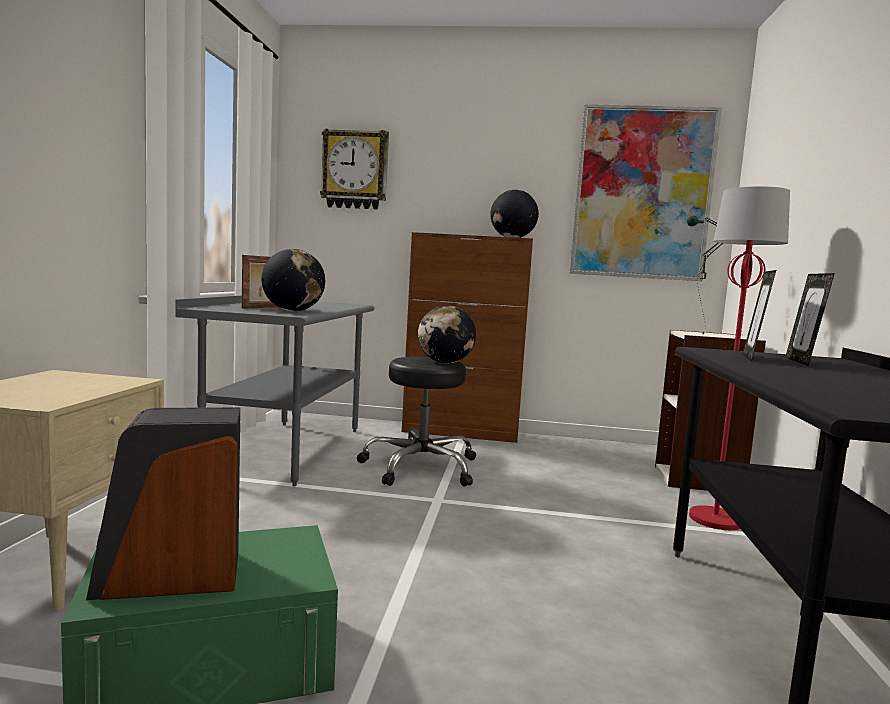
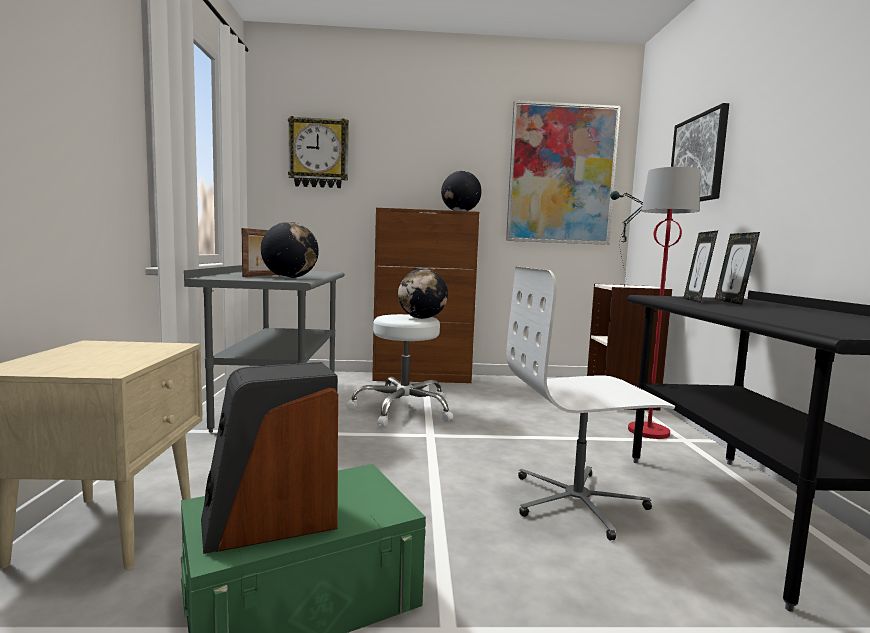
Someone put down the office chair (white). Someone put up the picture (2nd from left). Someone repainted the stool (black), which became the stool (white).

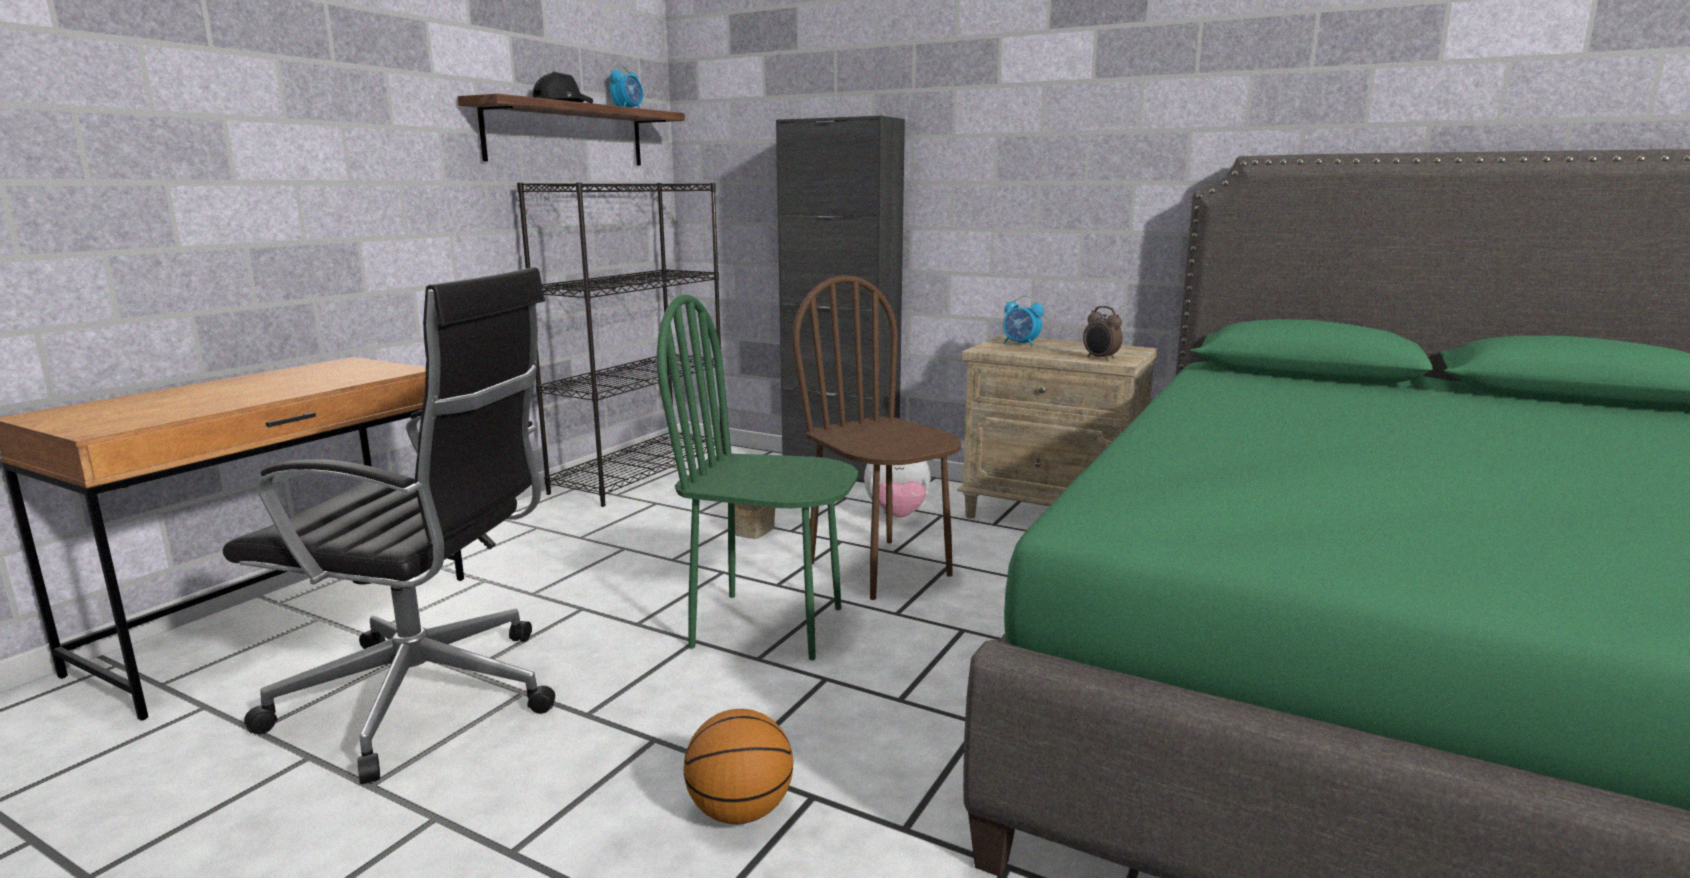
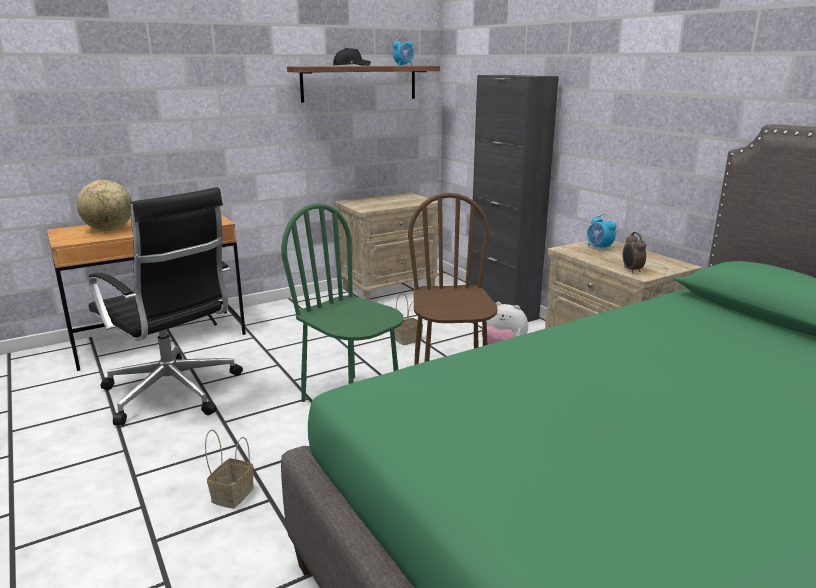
Someone put down the globe. Someone swapped the bookcase (black) for the nightstand (beige) (1st from left). Someone swapped the basketball for the basket (1st from left).

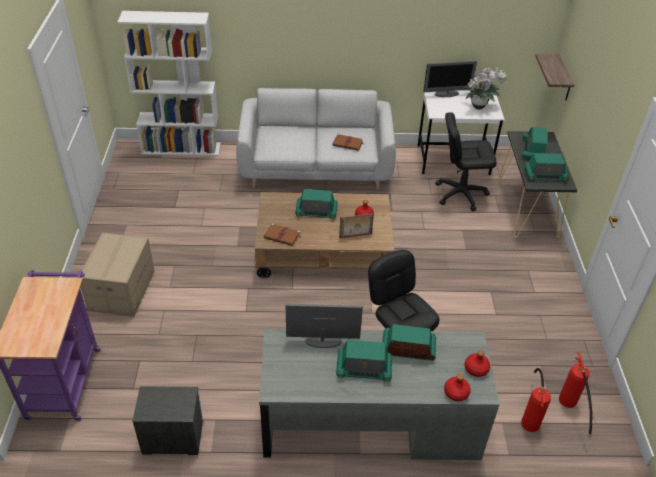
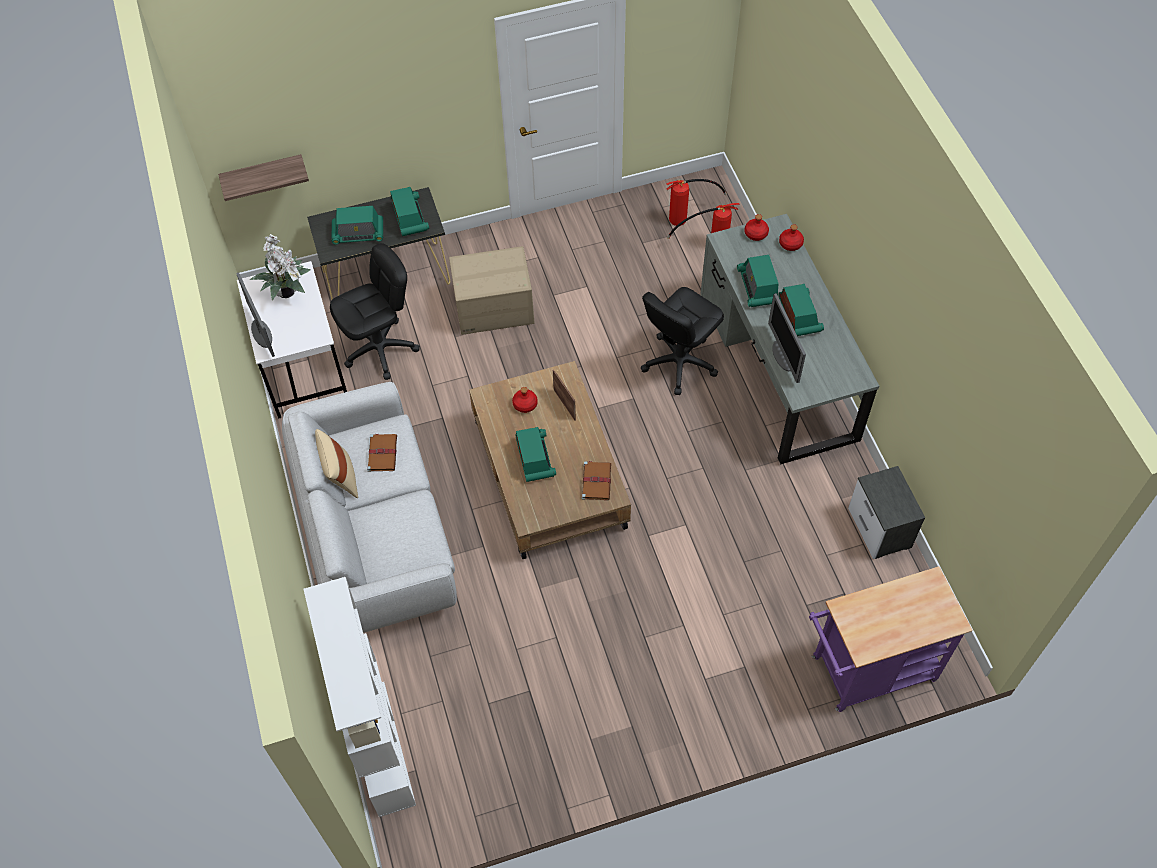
Someone put down the pillow (beige). Someone carried the cardboard box. Someone rotated the office chair (black) (2nd from left in the first image) by 105 degrees counterclockwise.

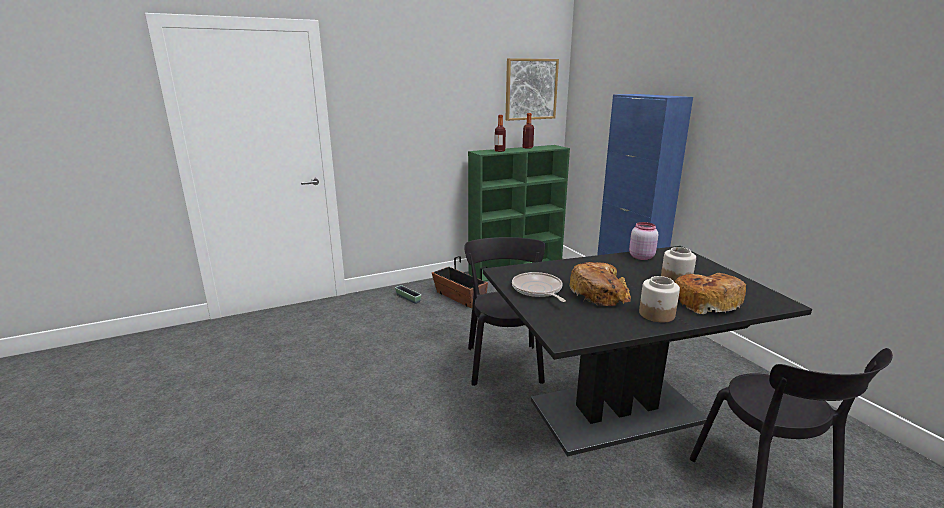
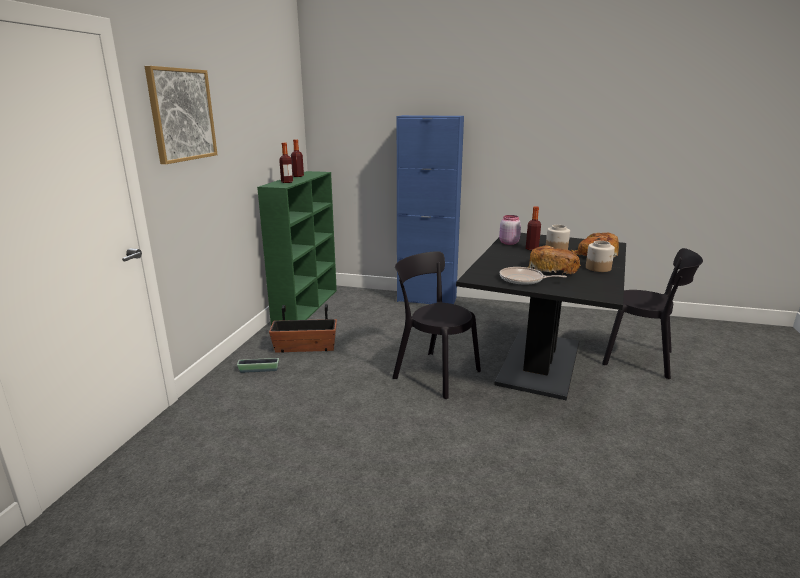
Someone put down the bottle (3rd from left). Someone carried the picture.

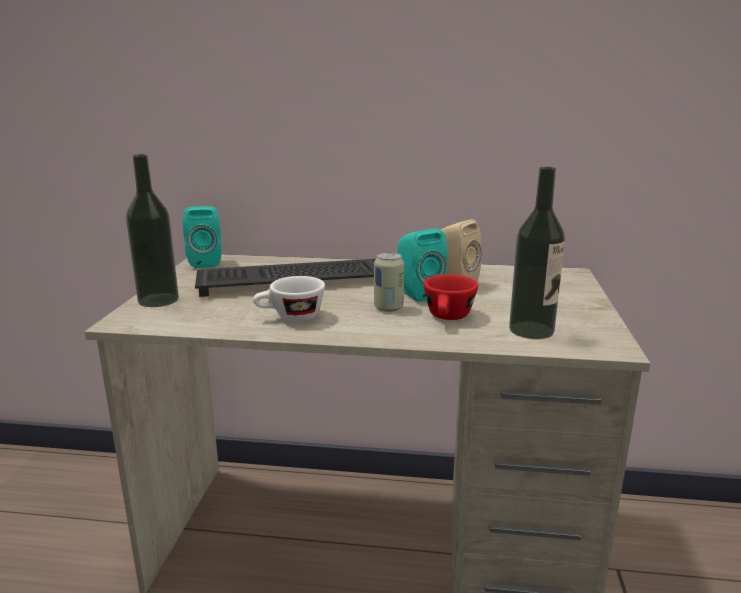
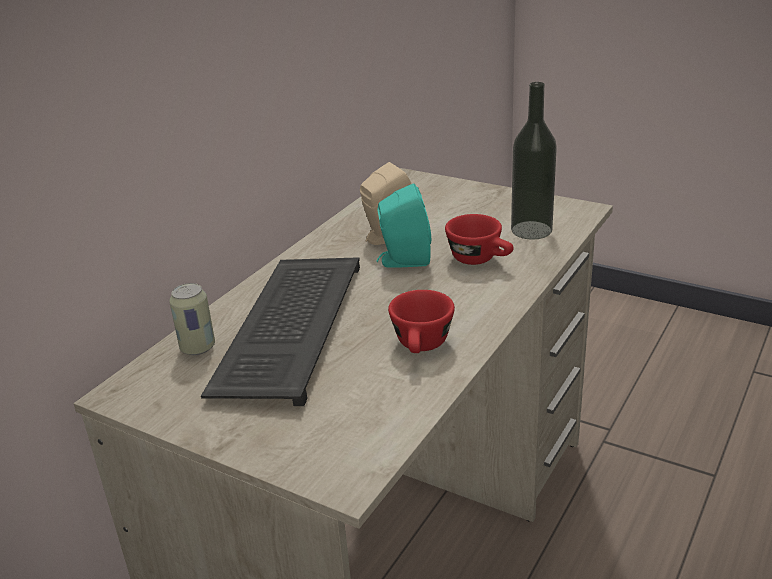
Someone took away the bottle (1st from left). Someone took away the speaker (turquoise) (1st from left). Someone carried the can. Someone repainted the cup (white), which became the cup (red) (1st from left).

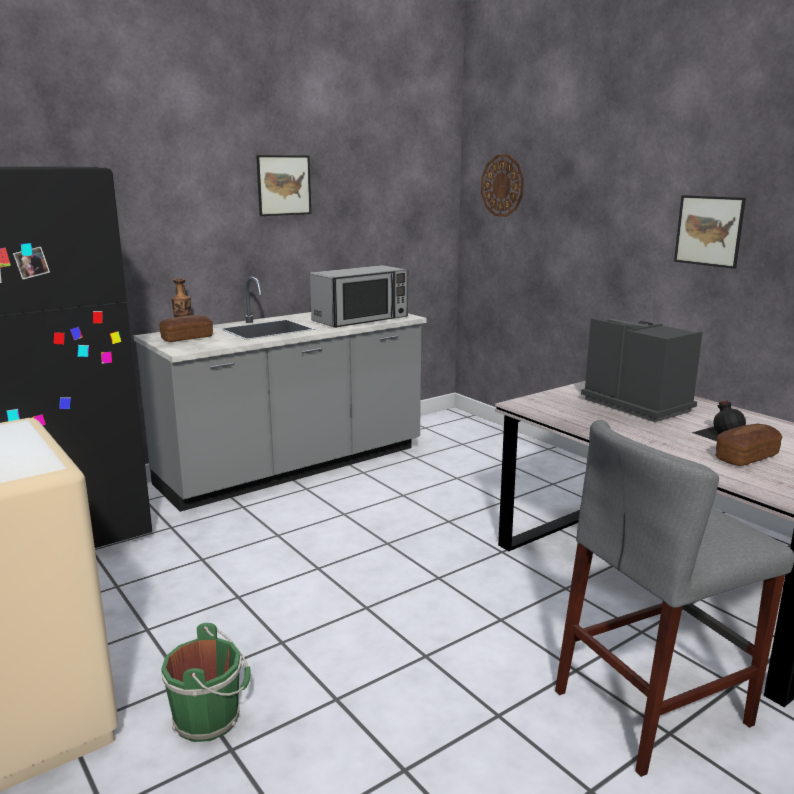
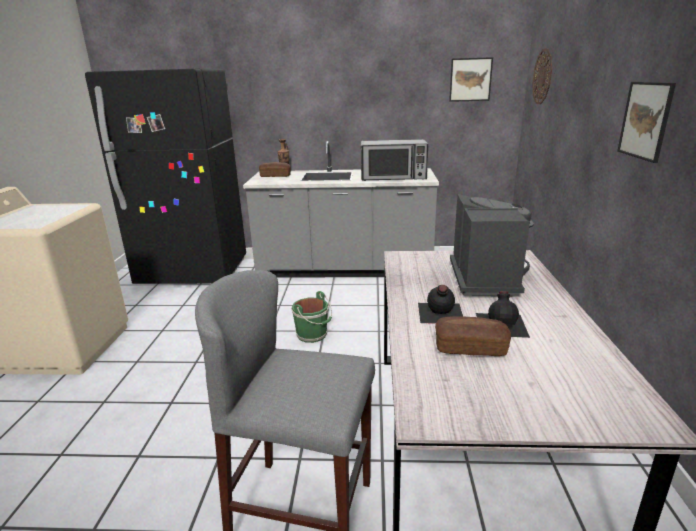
Someone put down the bottle (black) (1st from left). Someone carried the bucket (green). Someone carried the picture (1st from left).

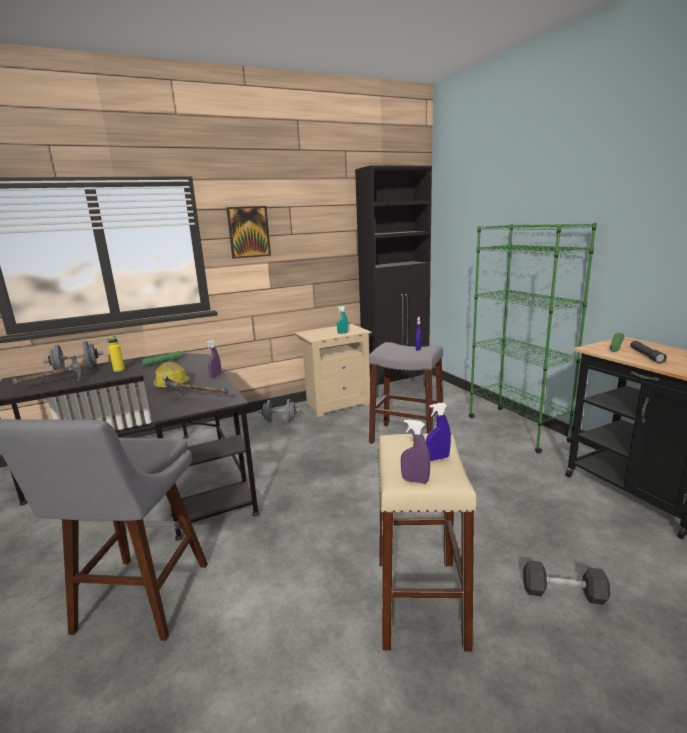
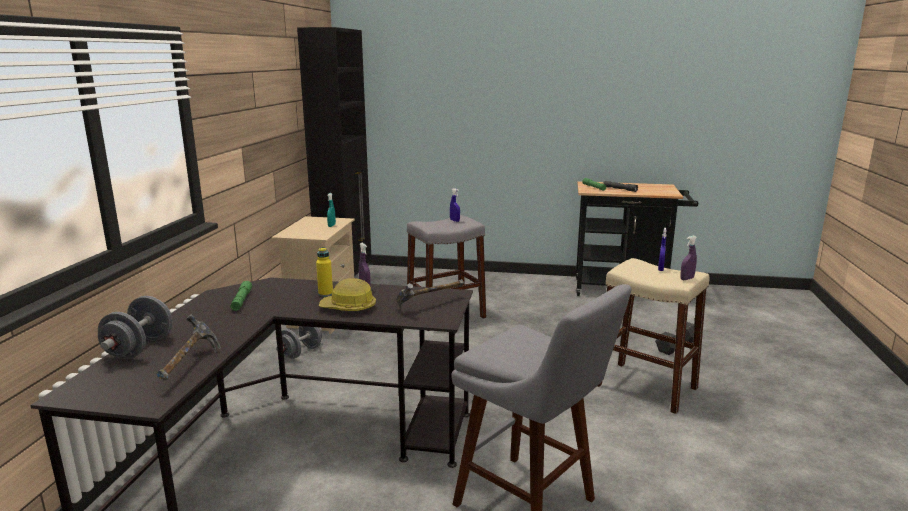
Someone took away the picture. Someone took away the bookcase (green). Someone carried the bottle (yellow).

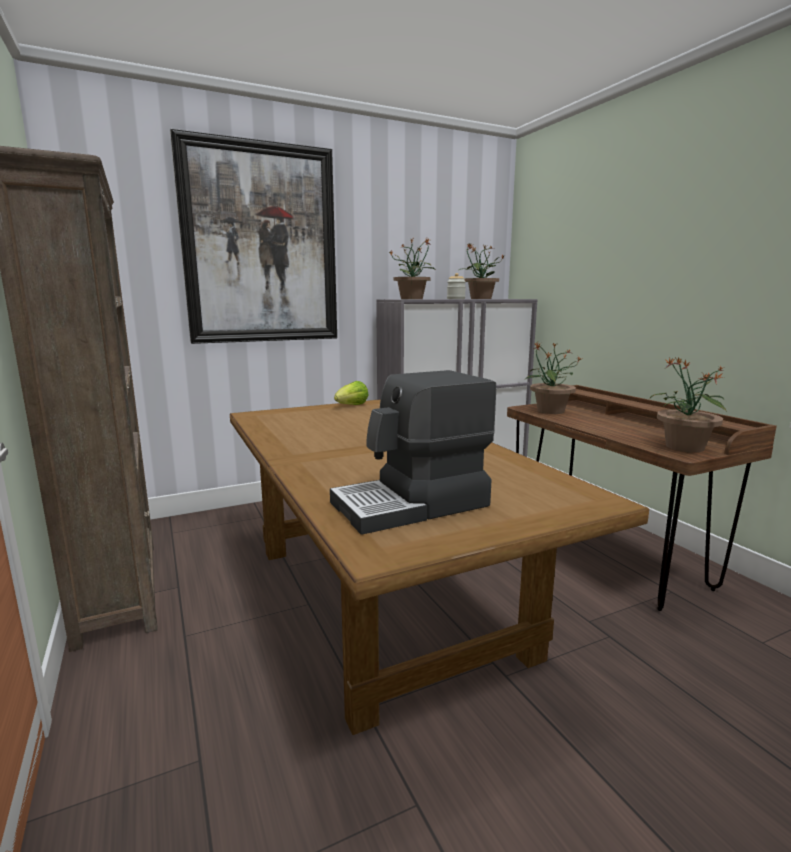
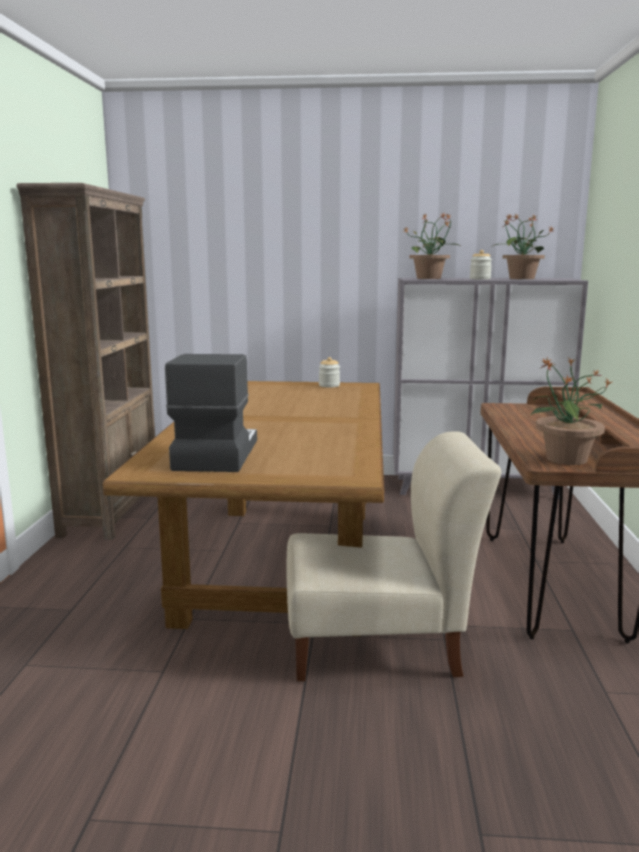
Someone took away the picture. Someone took away the potted plant (3rd from left). Someone put down the chair (beige). Someone swapped the lettuce for the jar (1st from left). Someone rotated the coffee machine by 90 degrees clockwise.

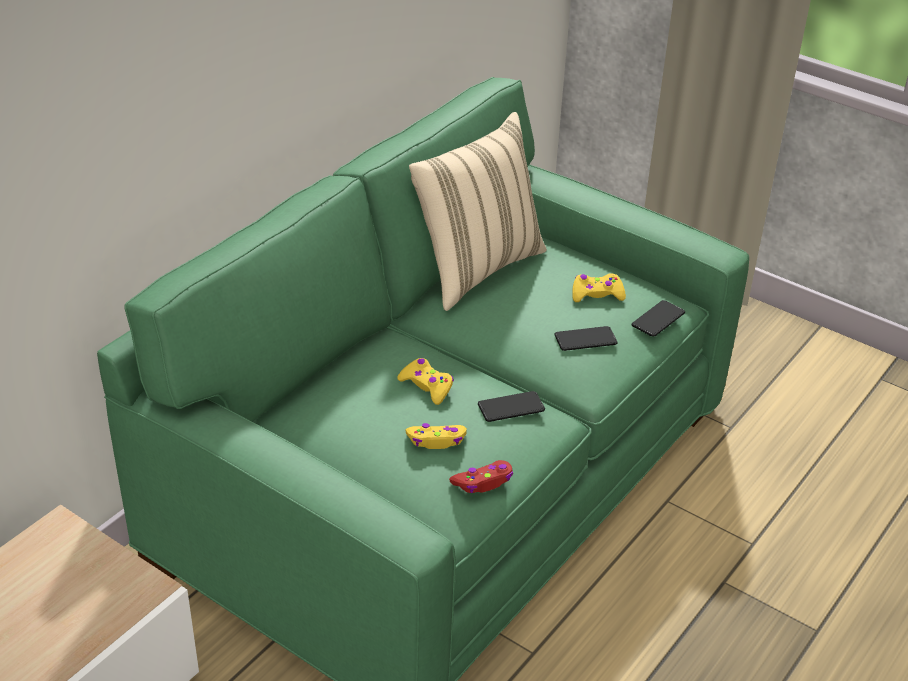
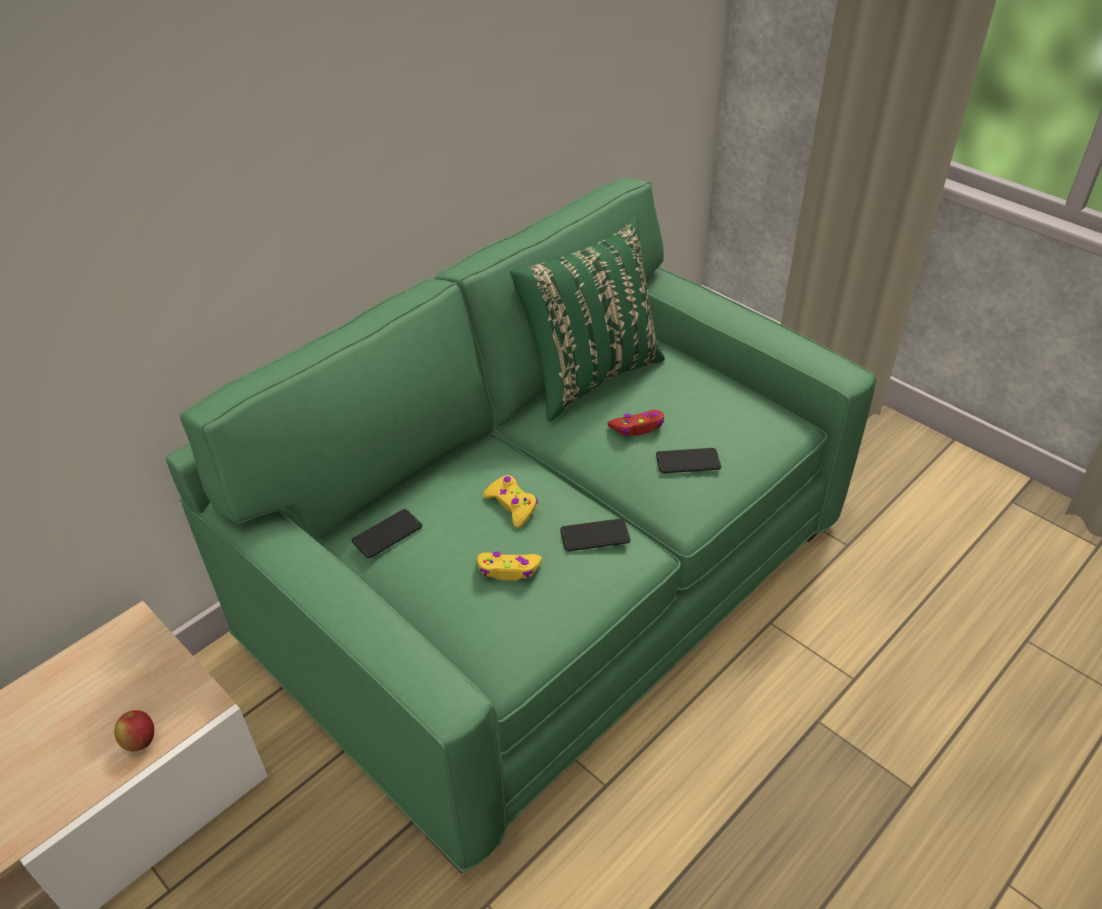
Someone took away the game controller (yellow) (3rd from left). Someone put down the apple. Someone carried the game controller (red). Someone carried the phone (3rd from left in the first image). Someone repainted the pillow (beige), which became the pillow (green).

